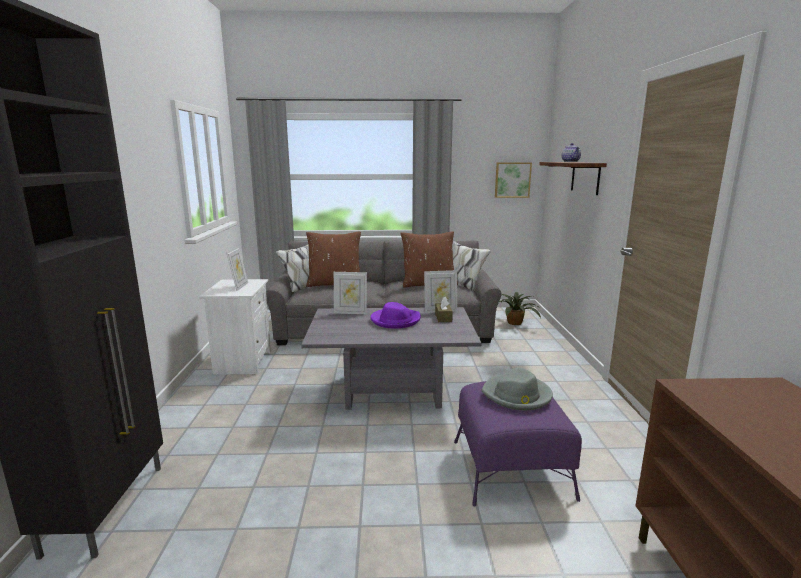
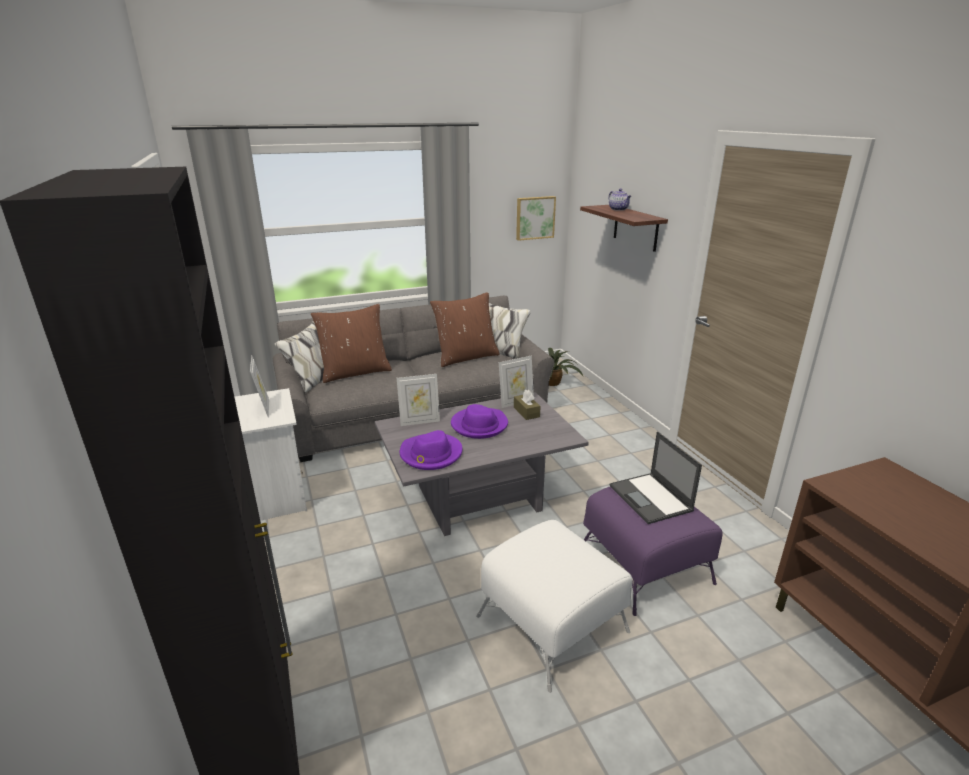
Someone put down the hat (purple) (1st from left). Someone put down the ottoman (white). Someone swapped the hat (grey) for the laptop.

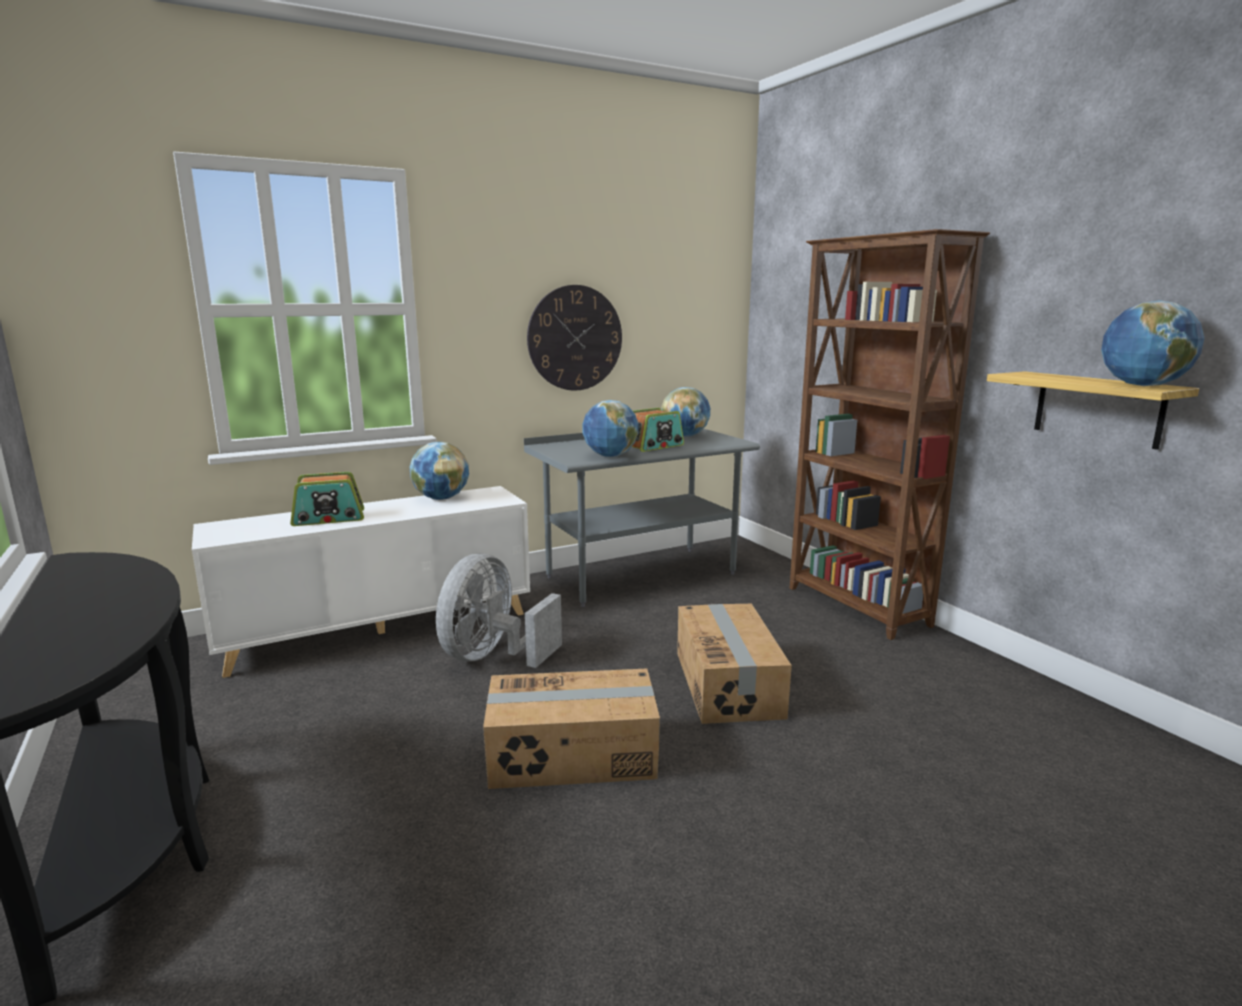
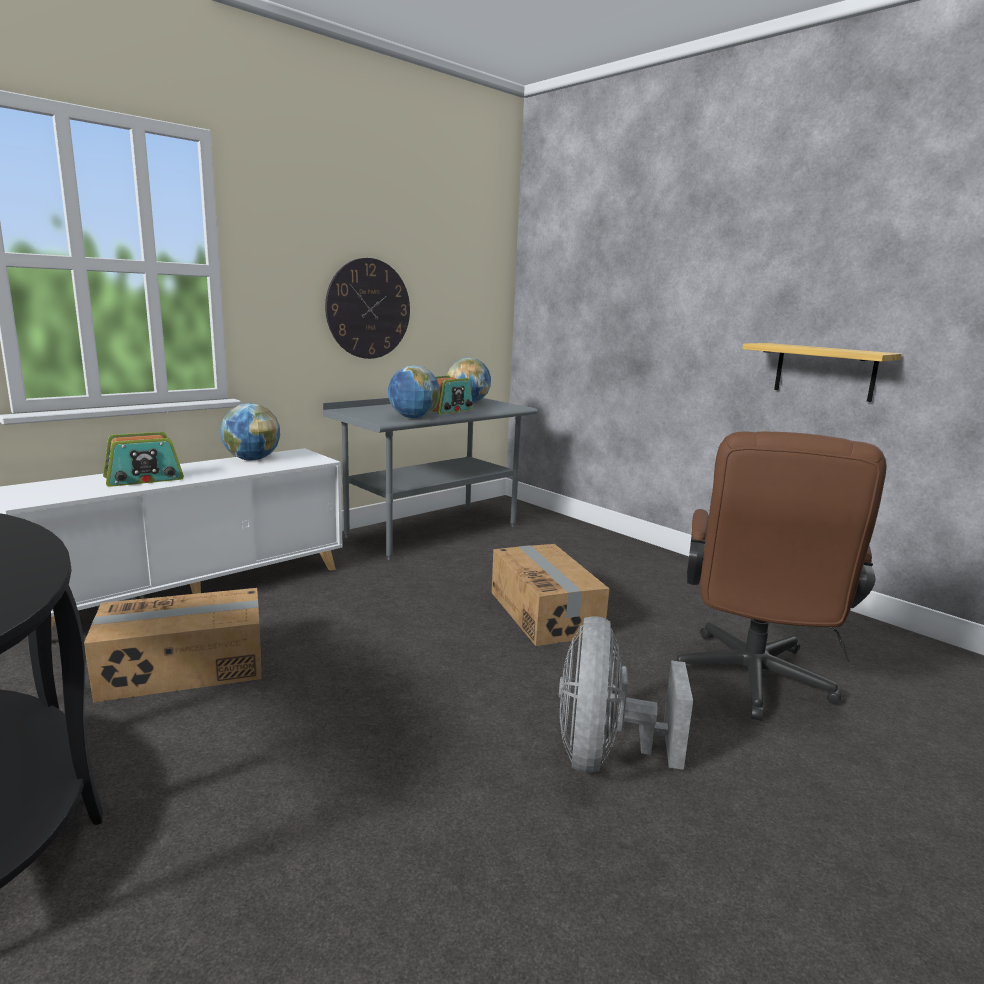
Someone took away the bookcase (brown). Someone took away the globe (4th from left). Someone put down the office chair (brown). Someone carried the fan (grey). Someone carried the cardboard box (1st from left).

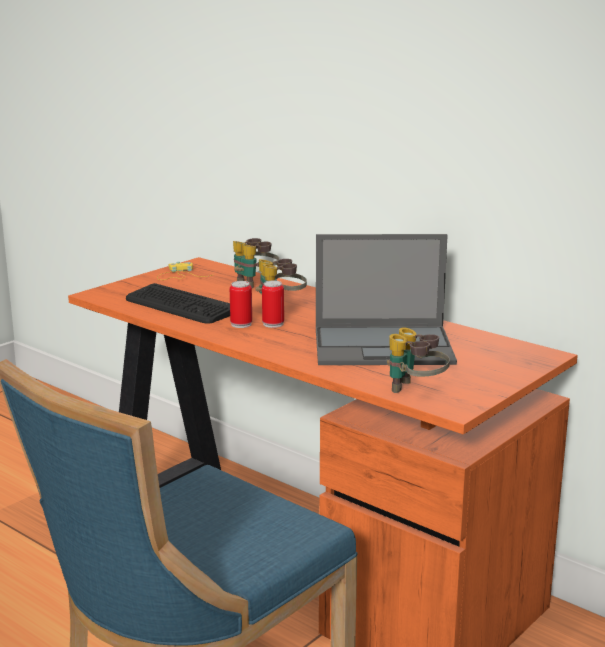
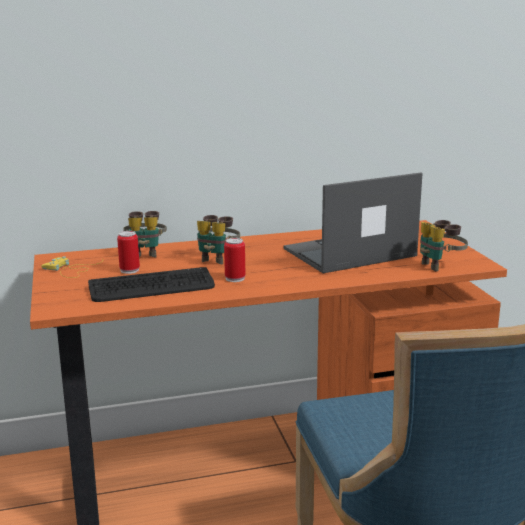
Someone carried the can (2nd from left in the first image). Someone rotated the laptop by 150 degrees counterclockwise.

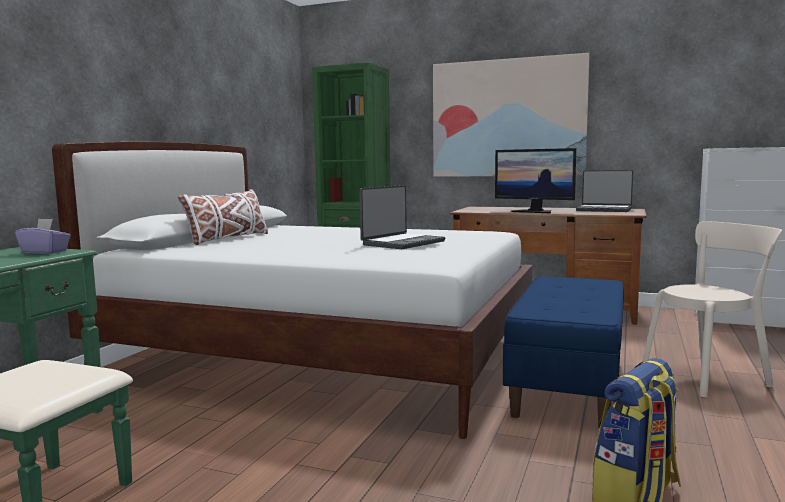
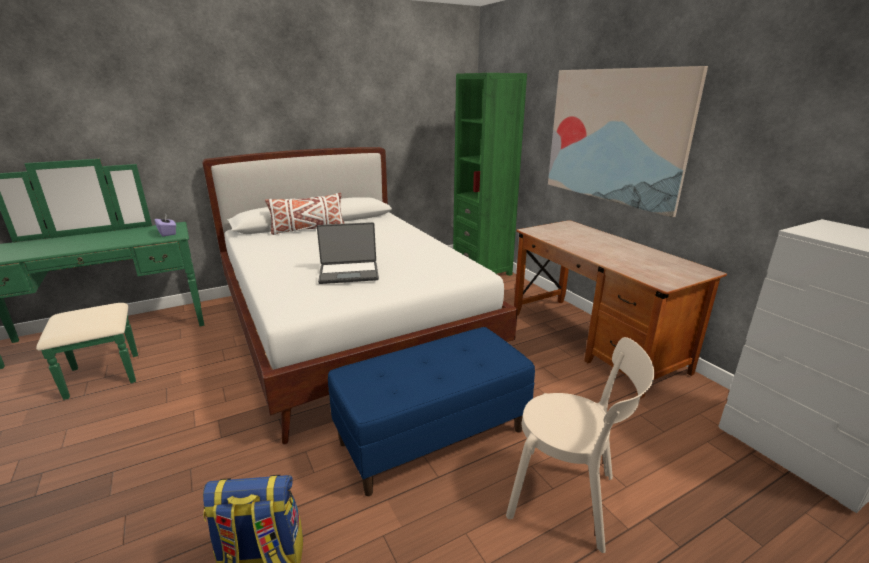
Someone took away the monitor. Someone took away the laptop (2nd from left).

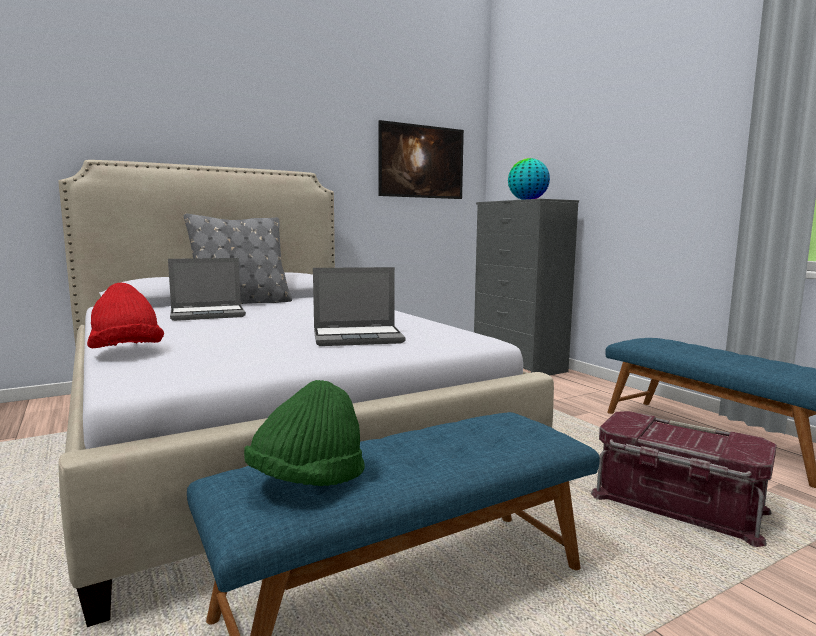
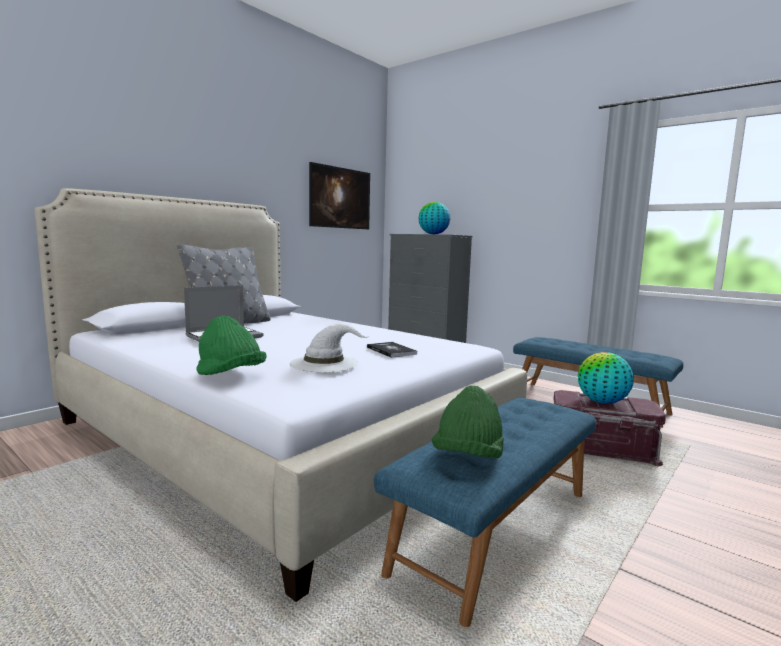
Someone put down the hat (white). Someone put down the globe (2nd from left). Someone swapped the laptop (2nd from left) for the book. Someone repainted the hat (red), which became the hat (green) (1st from left).

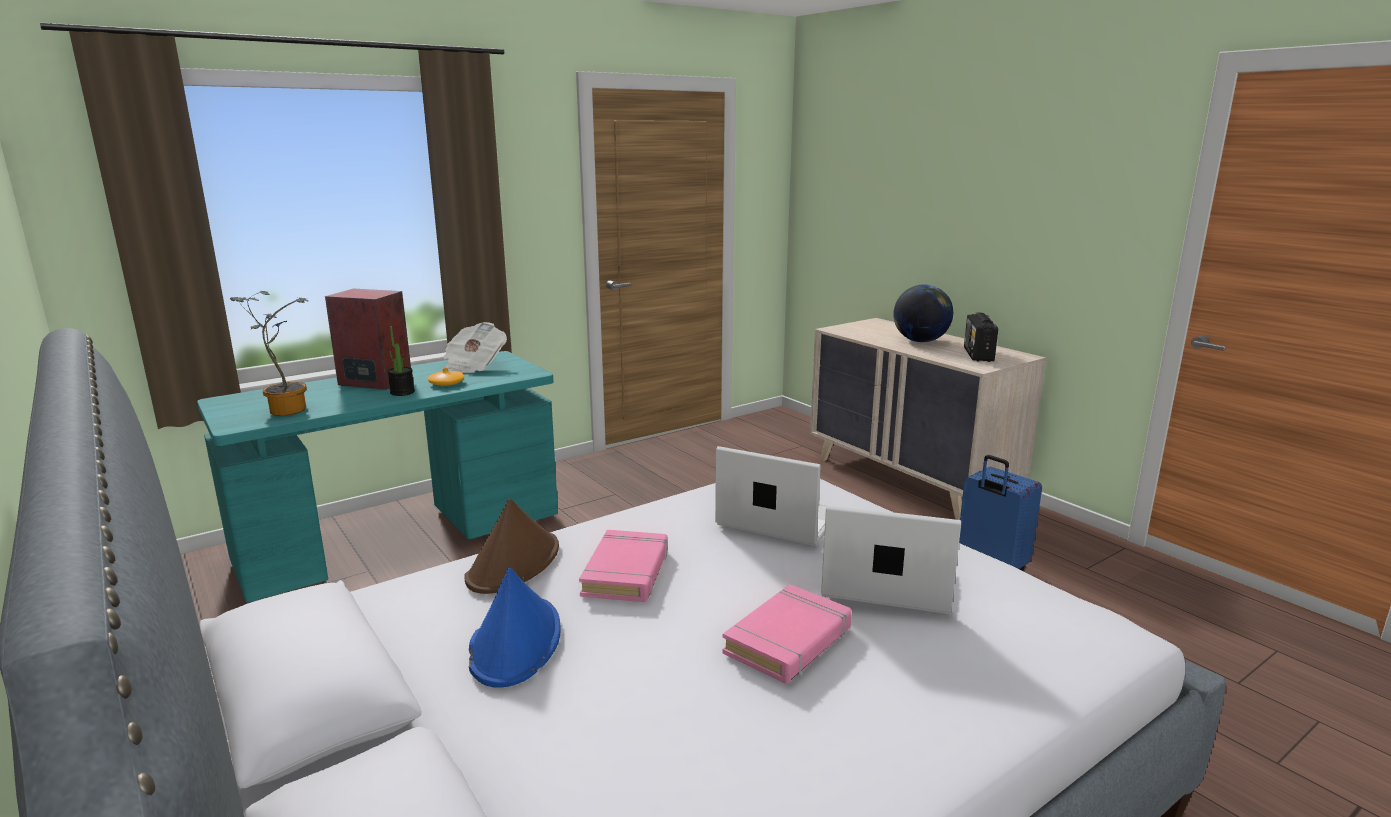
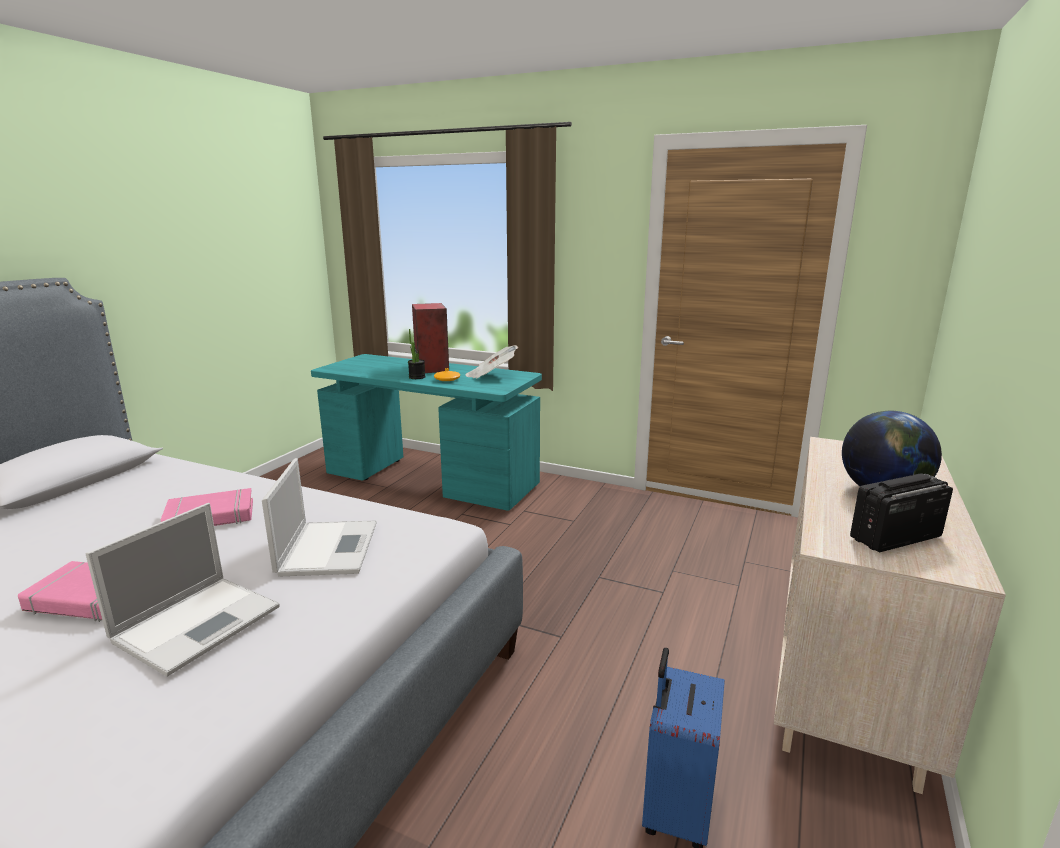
Someone took away the potted plant (1st from left). Someone took away the hat (brown). Someone took away the hat (blue). Someone rotated the laptop (2nd from left in the first image) by 45 degrees clockwise.

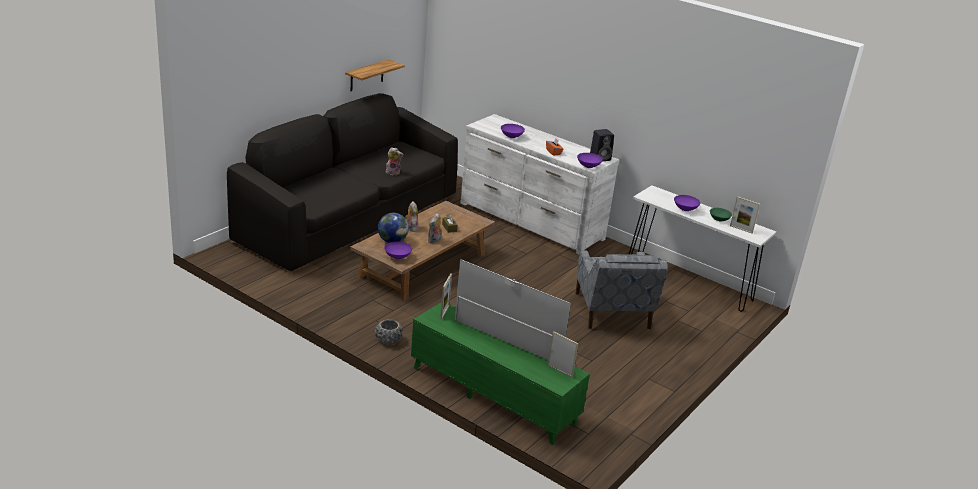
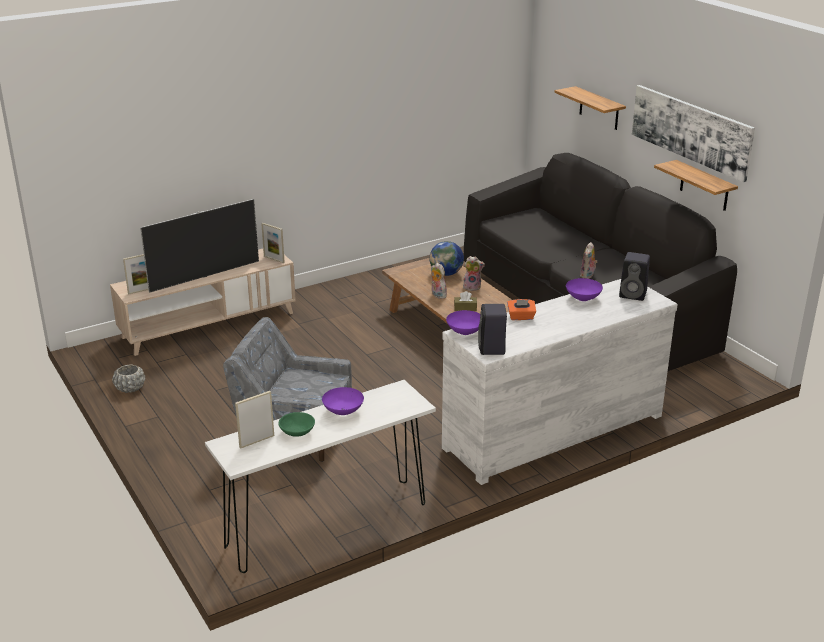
Someone took away the bowl (purple) (1st from left). Someone put up the shelf (1st from left). Someone put down the speaker (black) (2nd from left). Someone put up the picture. Someone carried the planter (grey). Someone repainted the tv stand (green), which became the tv stand (beige).

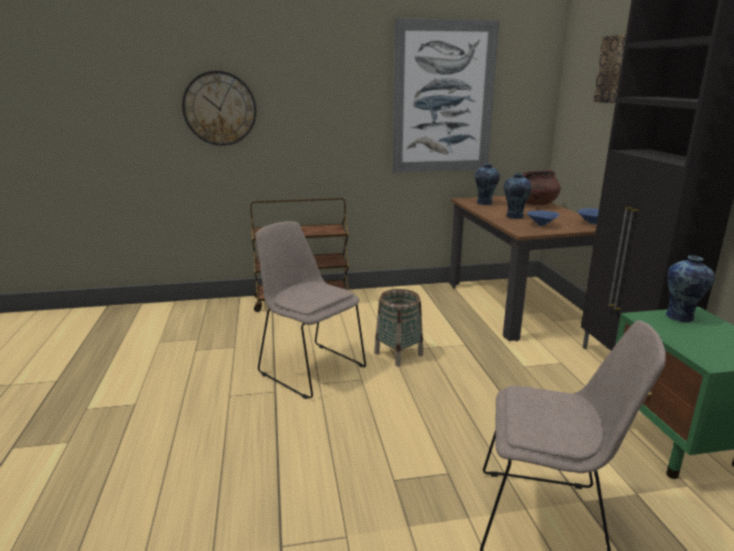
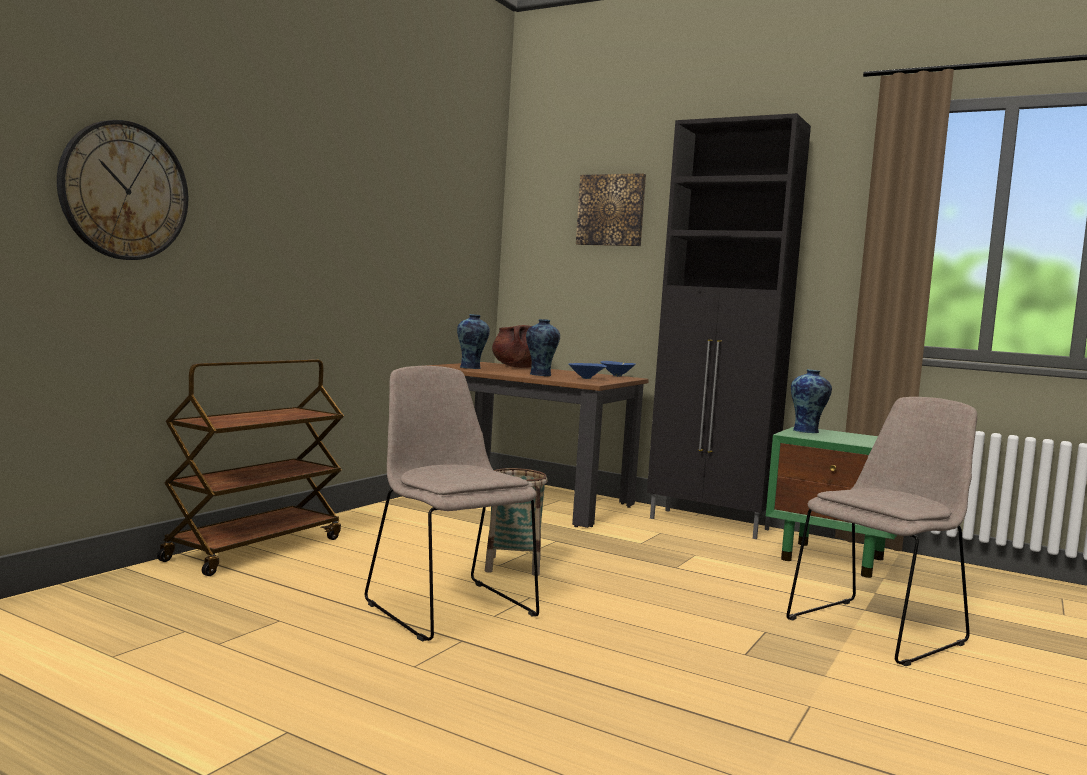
Someone took away the picture (1st from left). Someone rotated the chair (beige) (1st from left) by 60 degrees clockwise.

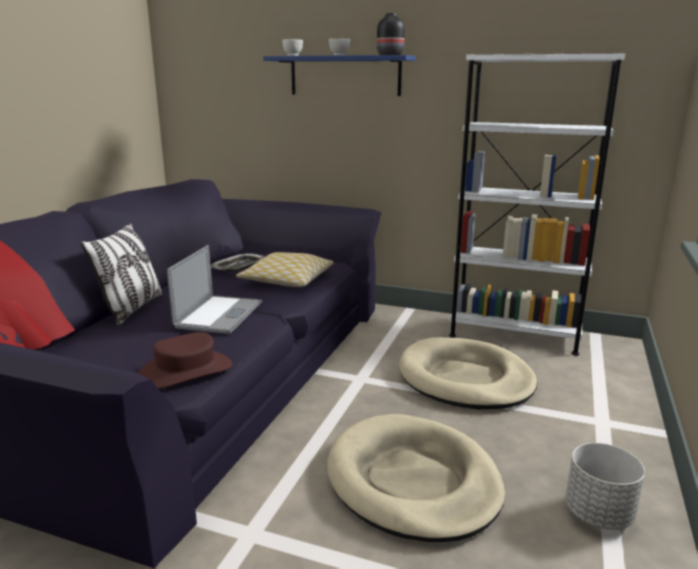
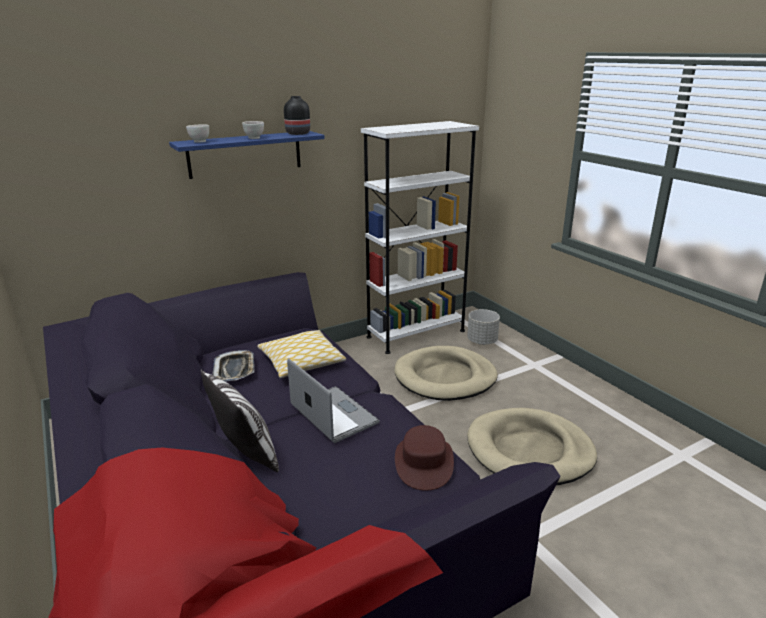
Someone carried the planter (grey).

